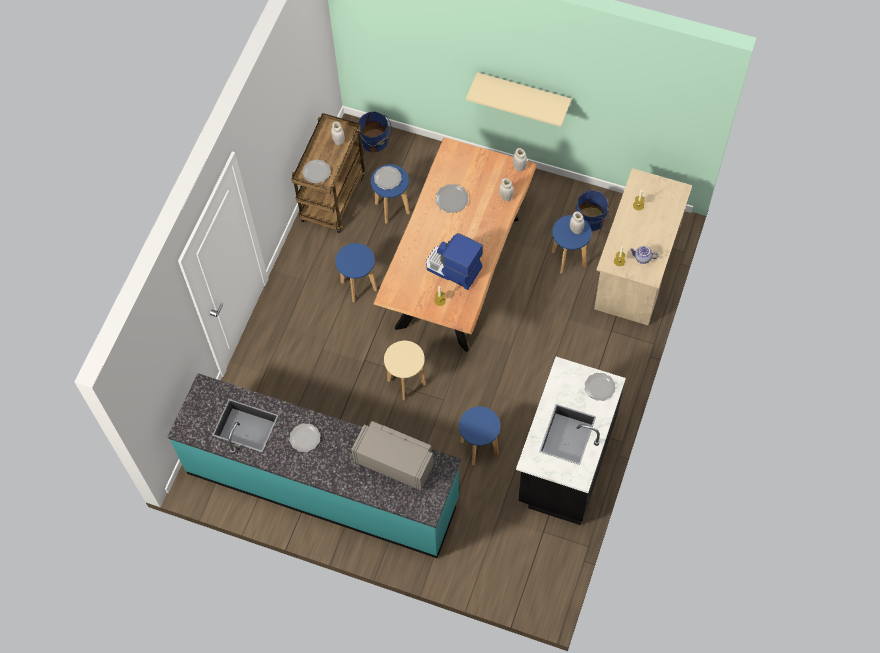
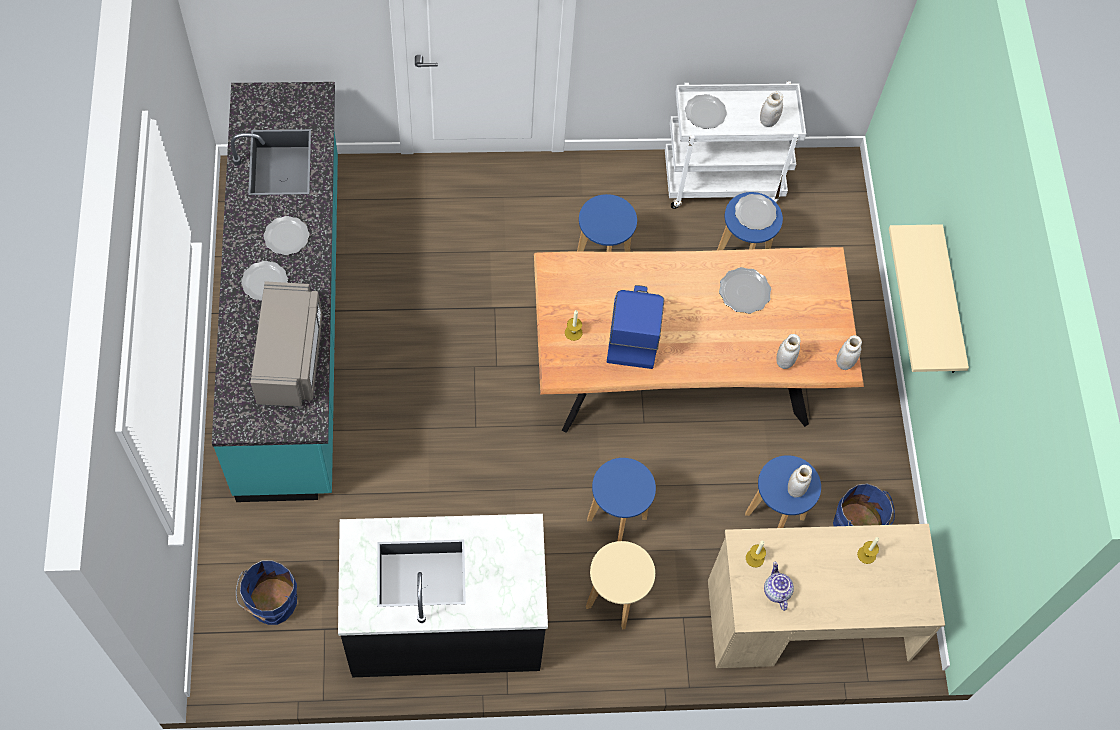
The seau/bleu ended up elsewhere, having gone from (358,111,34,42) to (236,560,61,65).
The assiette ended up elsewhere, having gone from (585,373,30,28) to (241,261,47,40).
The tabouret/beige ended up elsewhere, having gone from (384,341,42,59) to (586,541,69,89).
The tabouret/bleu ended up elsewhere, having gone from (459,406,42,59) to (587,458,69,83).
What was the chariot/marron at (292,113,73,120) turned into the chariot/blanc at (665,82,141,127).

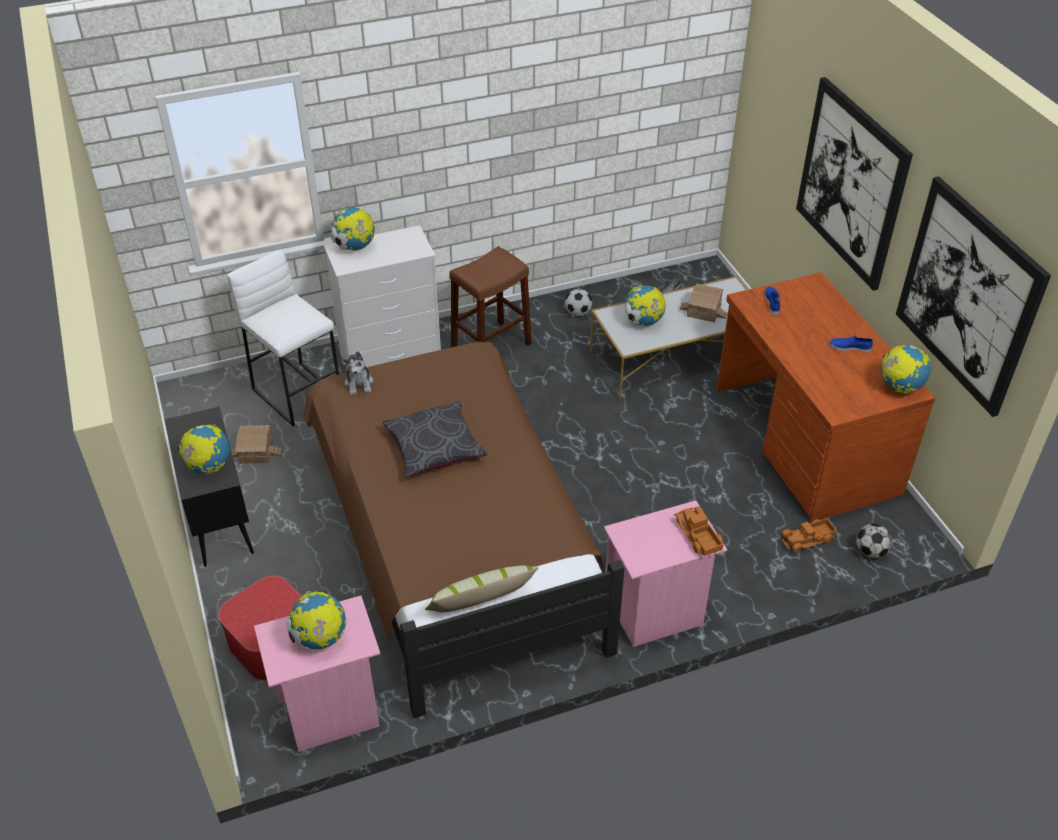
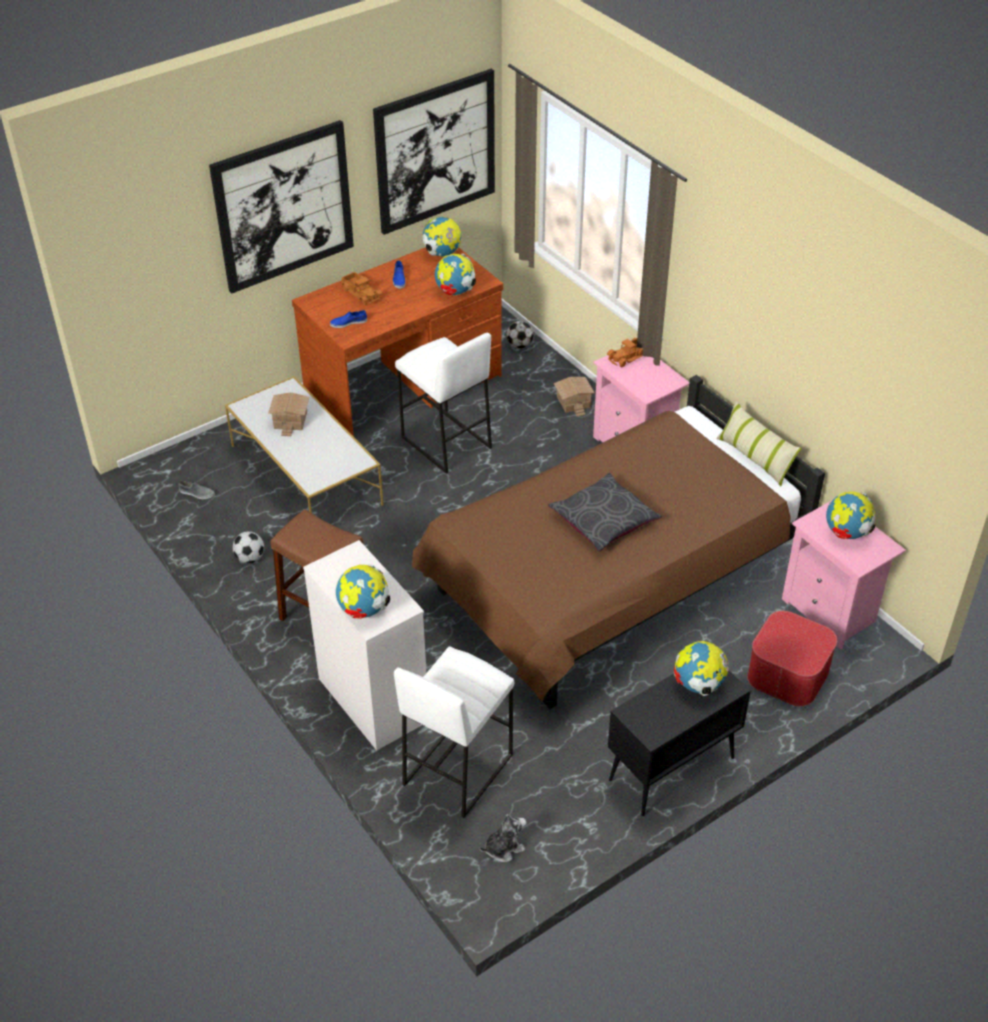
The camion jouet ended up elsewhere, having gone from (782,518,55,34) to (342,272,40,33).
The second view gained the tabouret/blanc at (395,332,97,142).
The globe ended up elsewhere, having gone from (625,286,41,40) to (435,253,41,42).
The peluche ended up elsewhere, having gone from (341,351,32,44) to (480,814,46,48).
The maison miniature ended up elsewhere, having gone from (231,425,51,39) to (554,377,41,40).

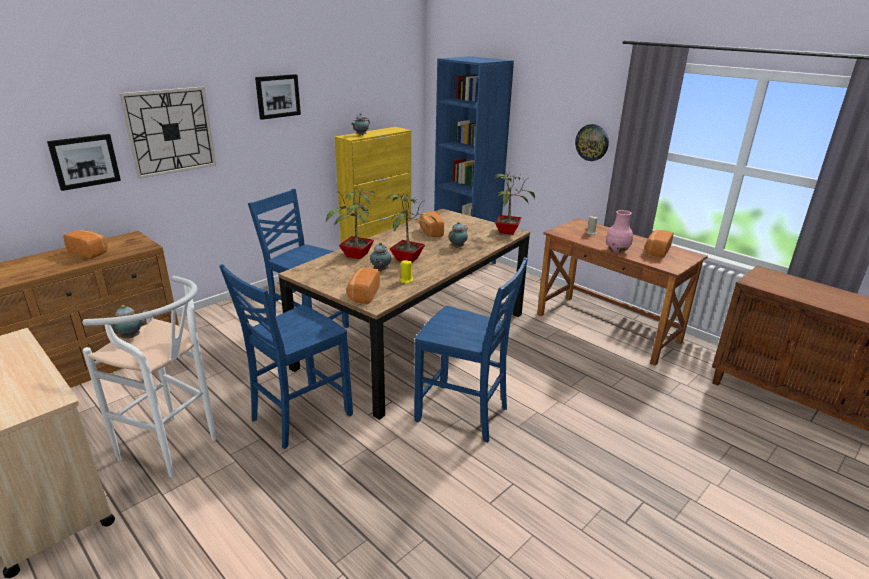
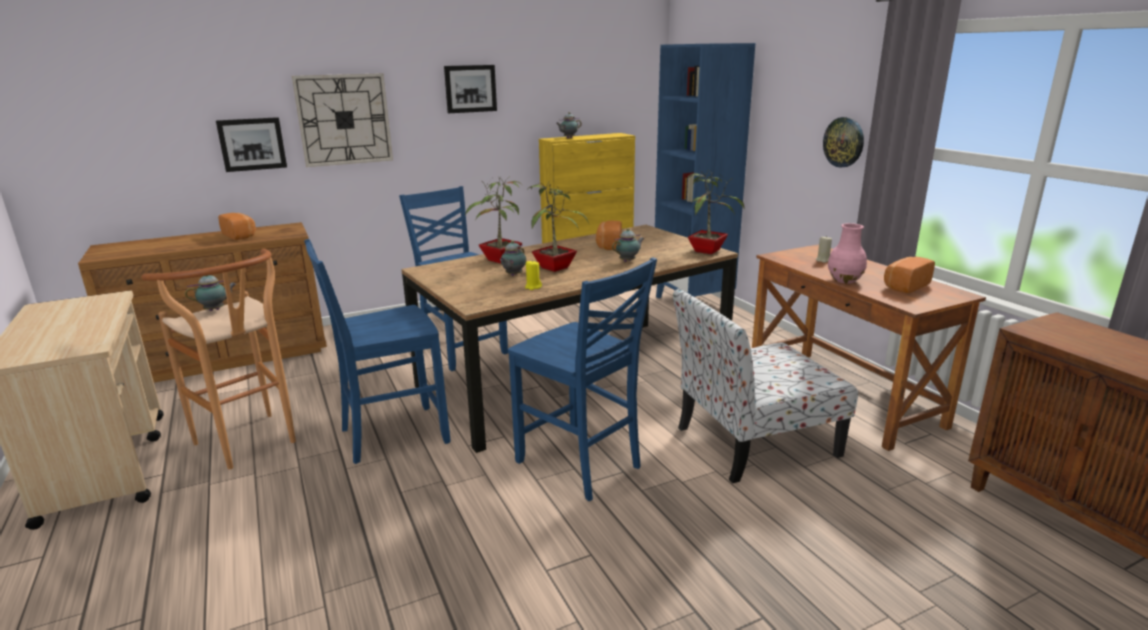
What was the tabouret/blanc at (82,276,134,201) turned into the tabouret/marron at (141,249,155,221).
The second view gained the chaise at (673,289,185,194).
The second view lost the pain at (347,268,33,36).

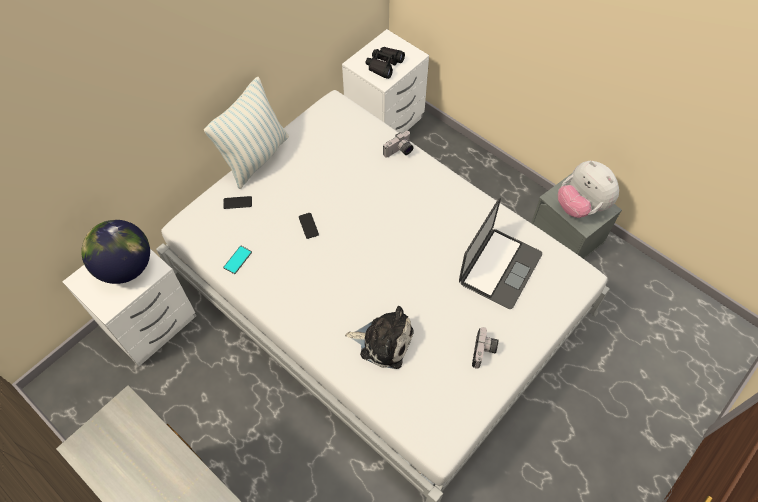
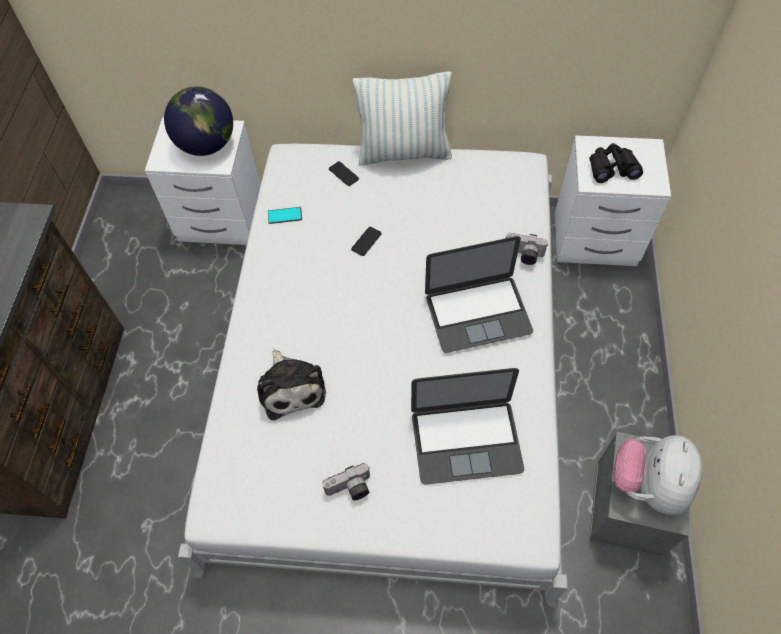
The second view gained the ordinateur portable at (425,236,108,117).

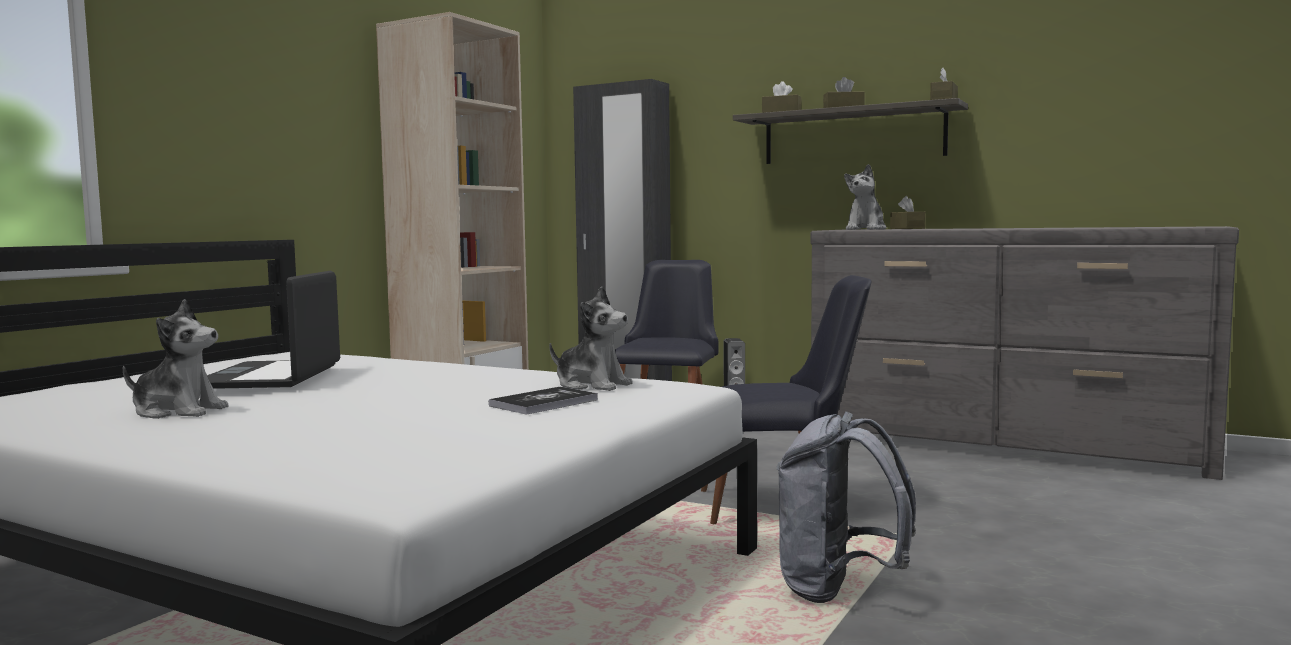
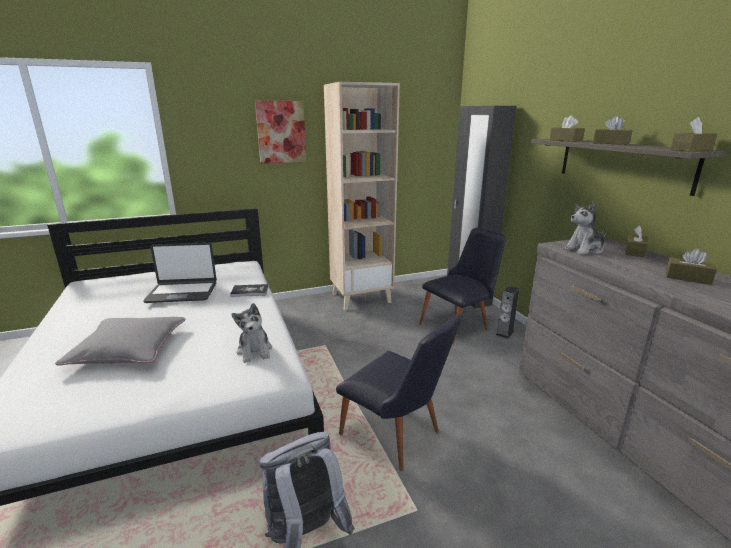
The second view gained the coussin/gris at (55,317,130,49).
The ordinateur portable at (207,271,133,118) ended up facing another way, 135 degrees counterclockwise from before.
The livre ended up elsewhere, having gone from (489,387,109,28) to (230,284,39,13).
The second view gained the tableau at (255,101,52,63).
The second view gained the boîte à mouchoirs/marron at (666,248,51,37).
The second view lost the peluche at (123,299,106,120).

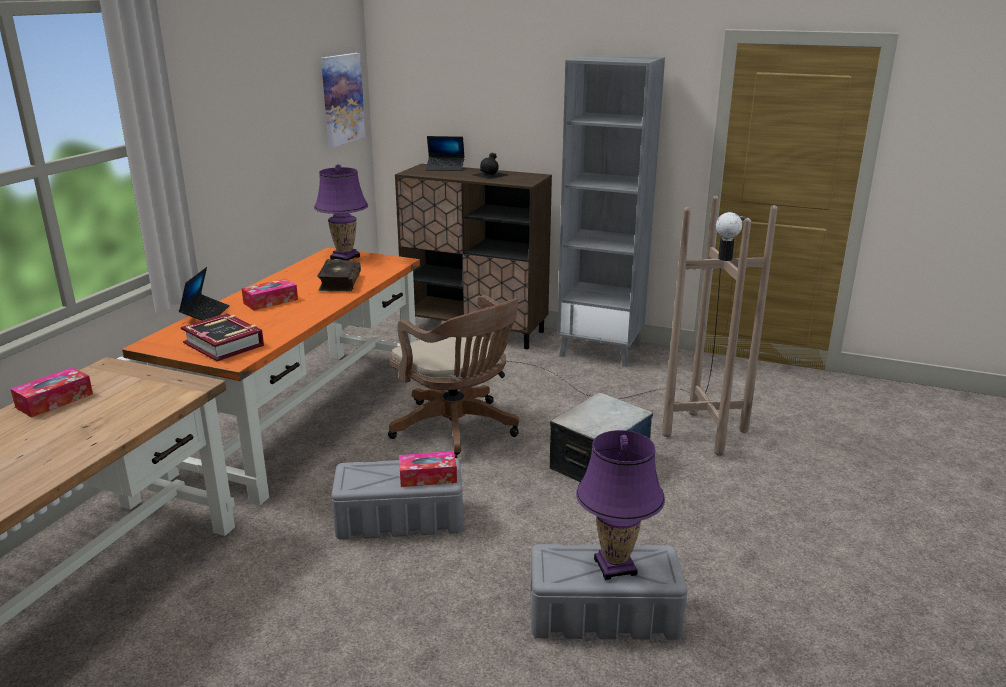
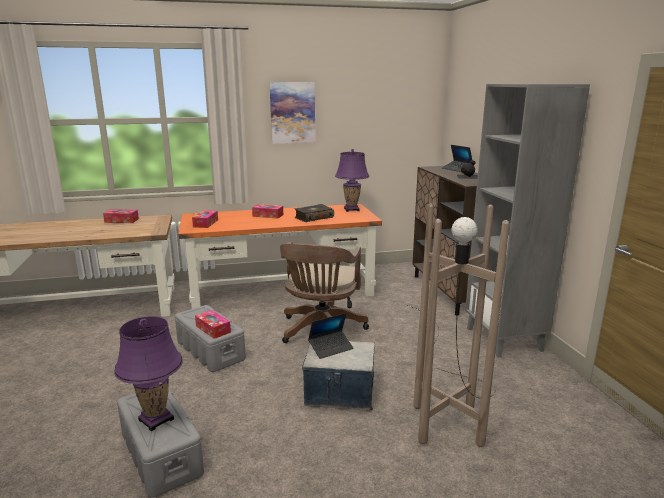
Where the livre stood at (181,313,83,49), the boîte à mouchoirs came to stand at (192,210,26,18).
The tableau ended up elsewhere, having gone from (321,53,45,94) to (270,82,45,62).
The ordinateur portable ended up elsewhere, having gone from (179,267,51,54) to (308,313,46,46).

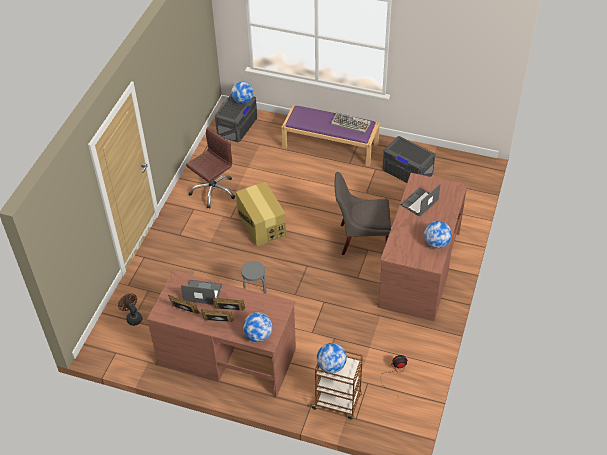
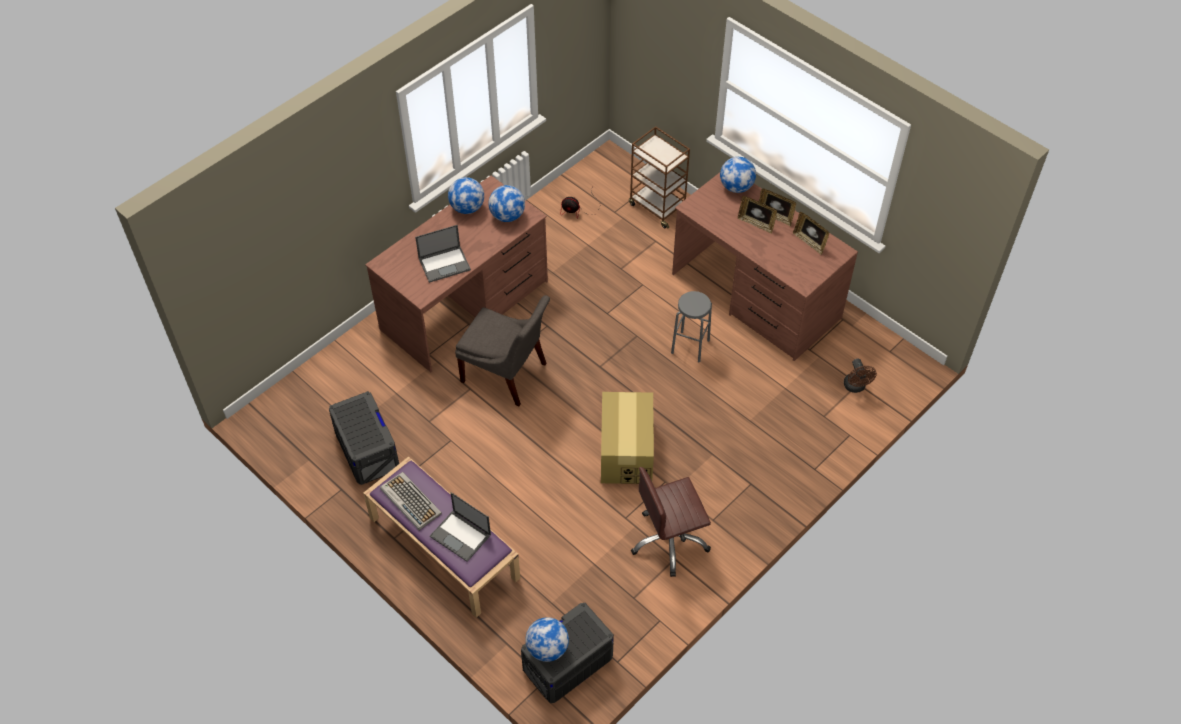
The ordinateur portable ended up elsewhere, having gone from (181,280,41,25) to (430,492,61,70).
The globe ended up elsewhere, having gone from (317,343,30,30) to (489,185,36,37).

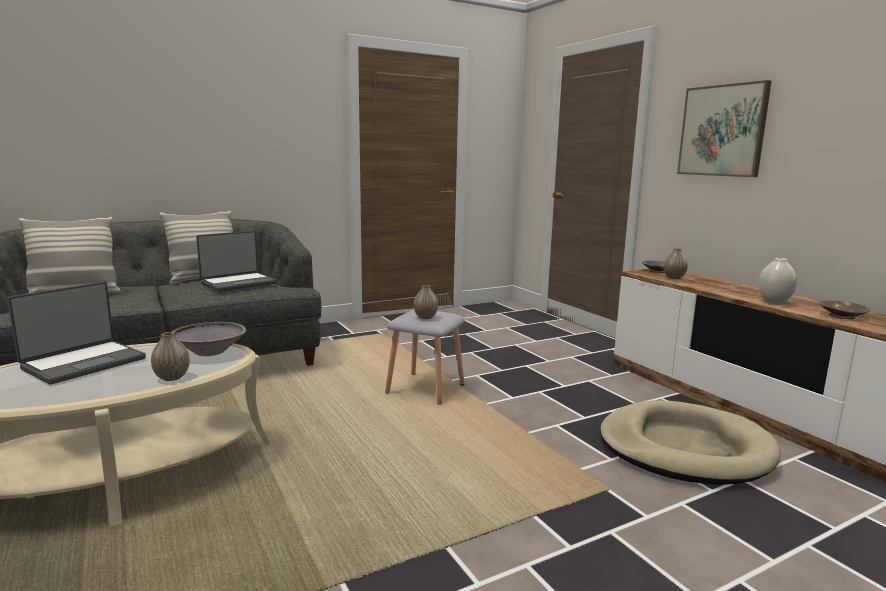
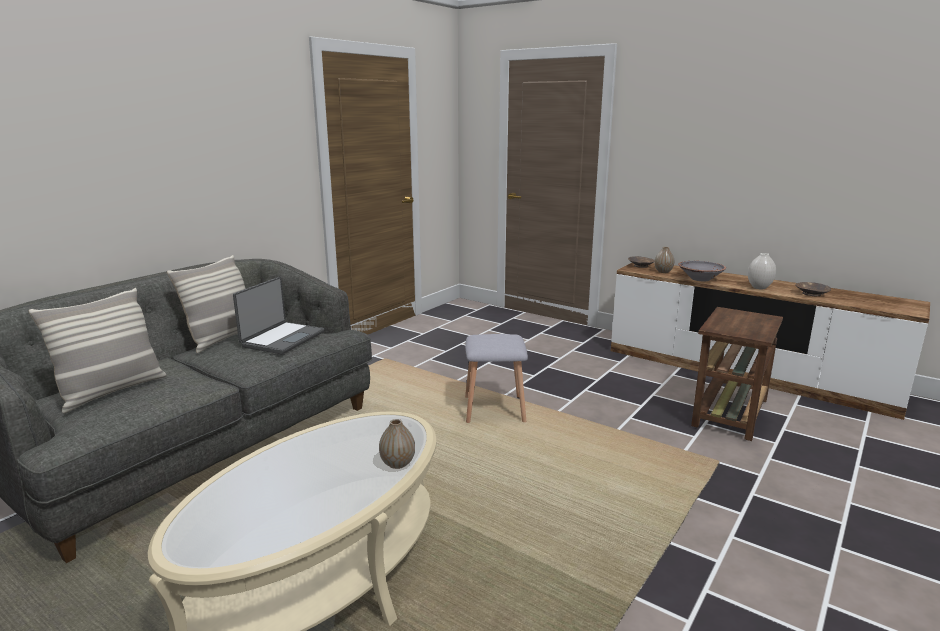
The bol/gris ended up elsewhere, having gone from (172,322,74,34) to (678,261,48,20).
Where the panier pour chien/beige stood at (600,400,181,85), the table d'appoint/marron came to stand at (691,307,92,134).
The second view lost the ordinateur portable at (7,282,139,103).
The second view lost the vase at (414,285,24,34).
The second view lost the tableau at (677,80,95,97).

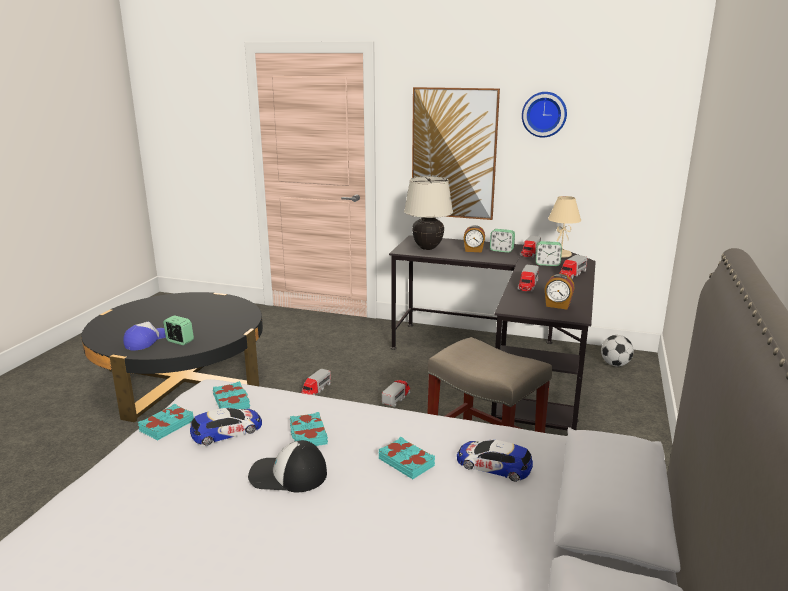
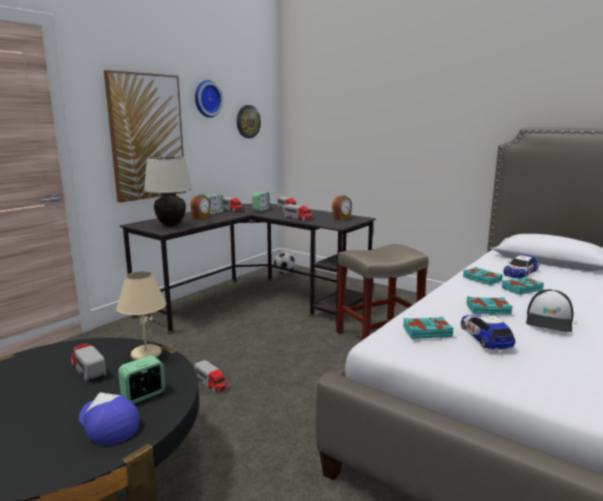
The camion jouet ended up elsewhere, having gone from (382,380,28,27) to (71,344,36,37).
The lampe de table/beige ended up elsewhere, having gone from (548,196,33,62) to (116,271,50,89).
The second view gained the horloge murale at (237,105,24,33).
The livre/turquoise ended up elsewhere, having gone from (138,404,56,36) to (463,267,40,18).

